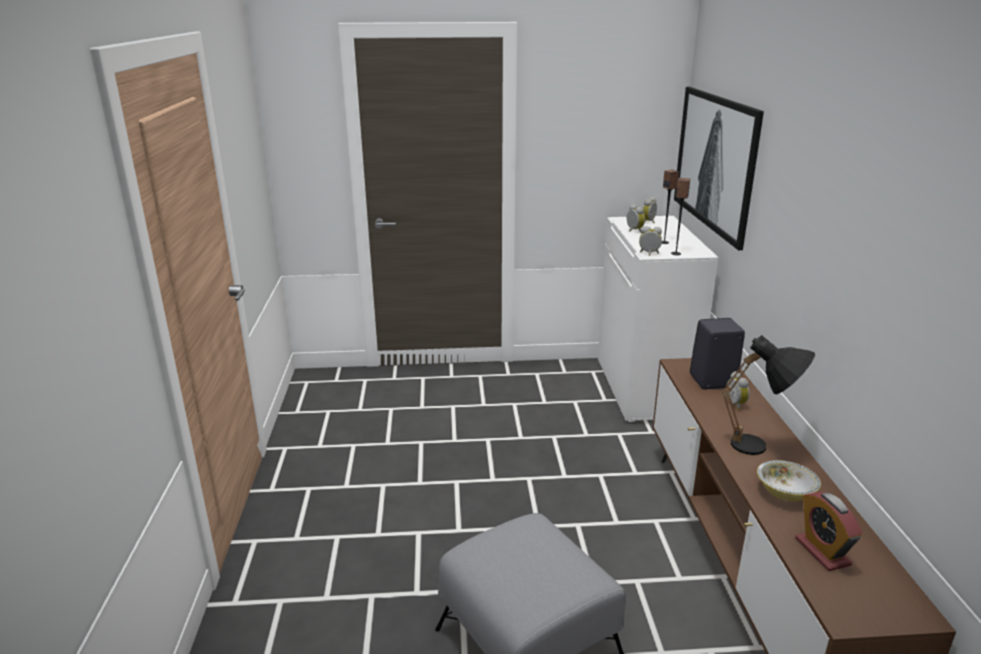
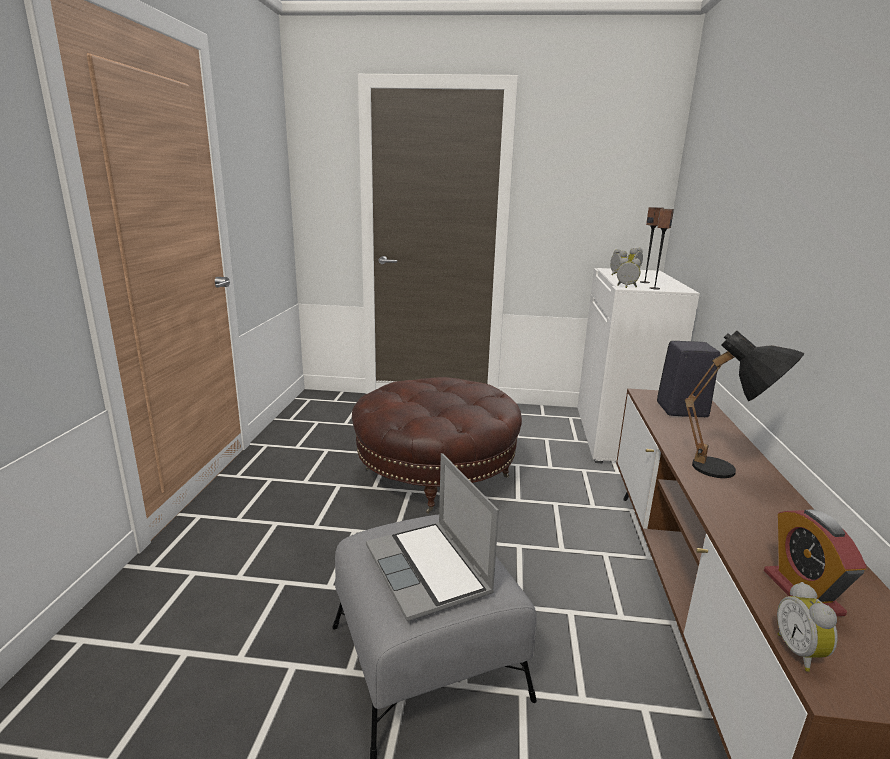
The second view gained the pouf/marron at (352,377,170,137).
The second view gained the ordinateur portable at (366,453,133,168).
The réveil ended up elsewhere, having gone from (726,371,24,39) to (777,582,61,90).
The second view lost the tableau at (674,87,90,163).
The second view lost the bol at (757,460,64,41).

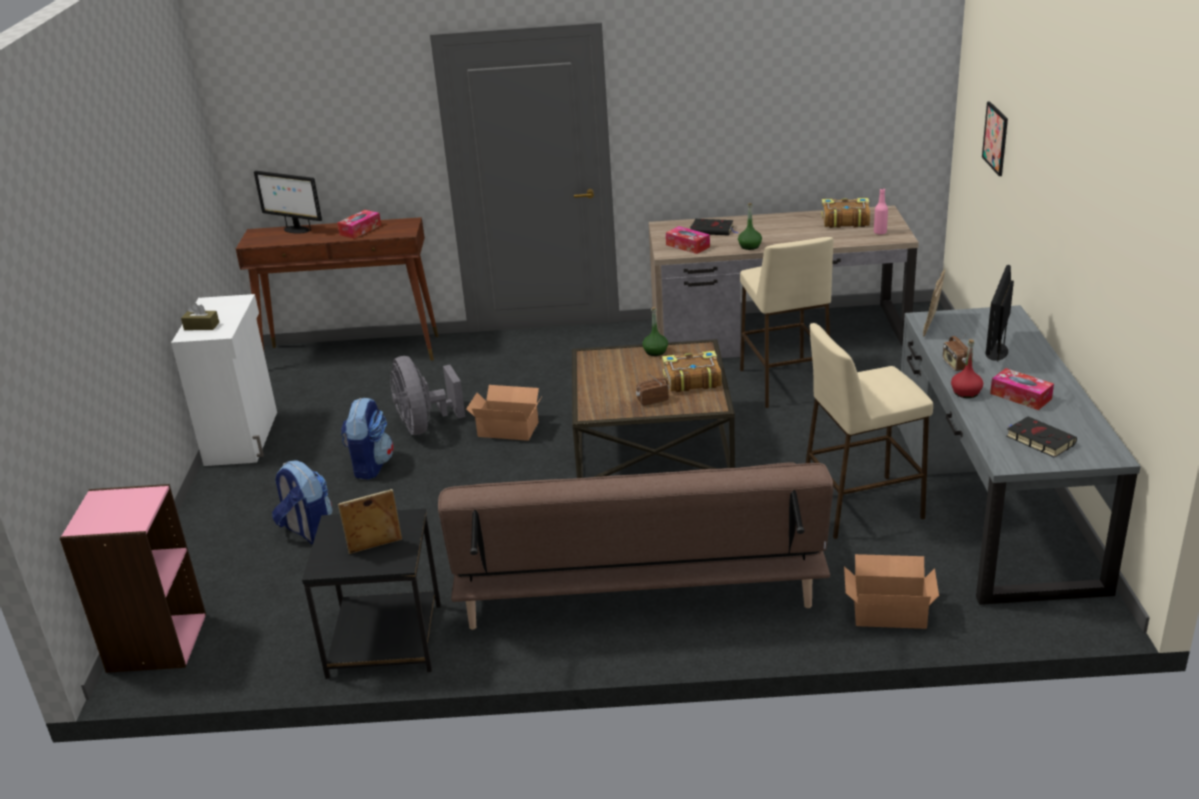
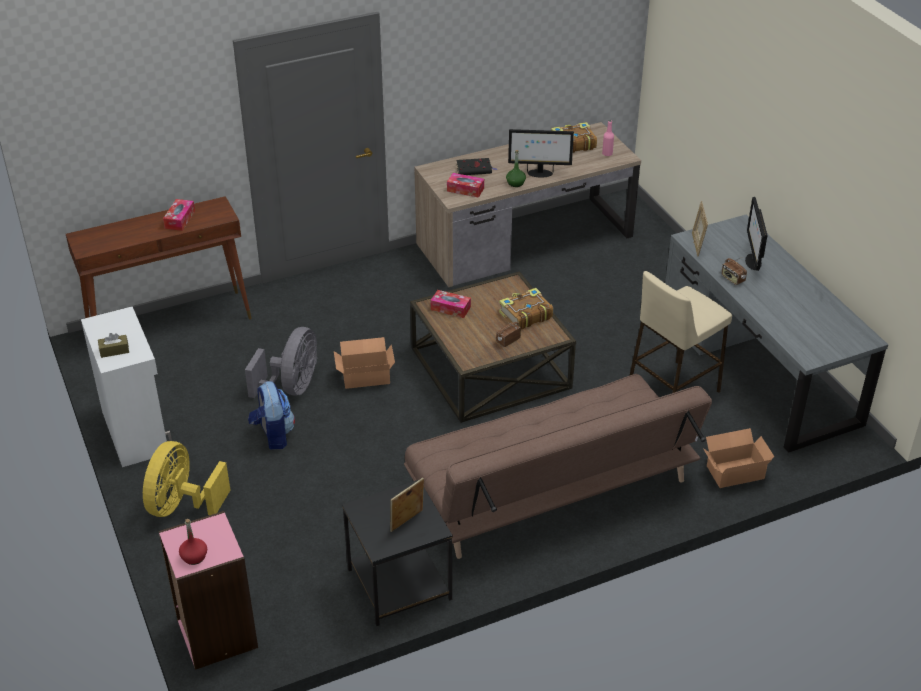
The second view gained the ventilateur/jaune at (143,441,87,76).
The bouteille/rouge ended up elsewhere, having gone from (951,339,32,59) to (179,519,28,46).
The ventilateur/gris at (390,356,75,79) ended up facing another way, 120 degrees counterclockwise from before.
The boîte à mouchoirs ended up elsewhere, having gone from (990,368,64,42) to (431,290,40,28).
The écran d'ordinateur ended up elsewhere, having gone from (254,171,68,63) to (508,129,66,48).
The second view lost the sac à dos at (272,460,60,85).
The second view lost the bouteille/vert at (642,307,26,49).
The second view lost the tabouret/beige at (740,237,94,171).
The second view lost the tableau at (982,101,26,75).
The second view lost the livre/noir at (1007,416,70,42).

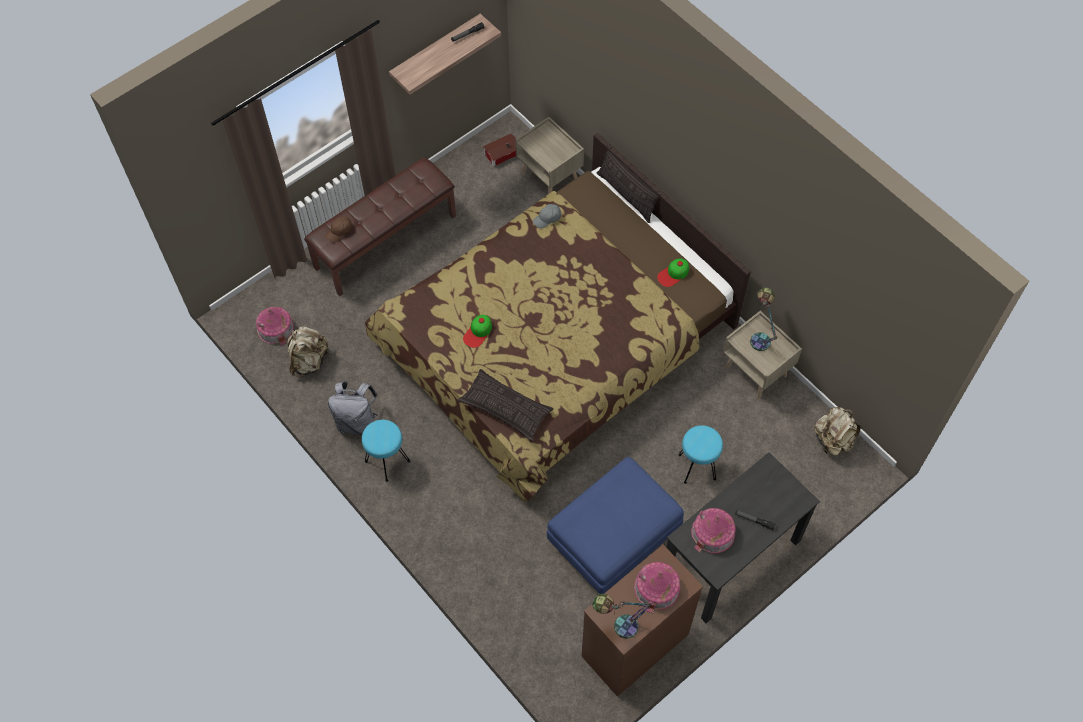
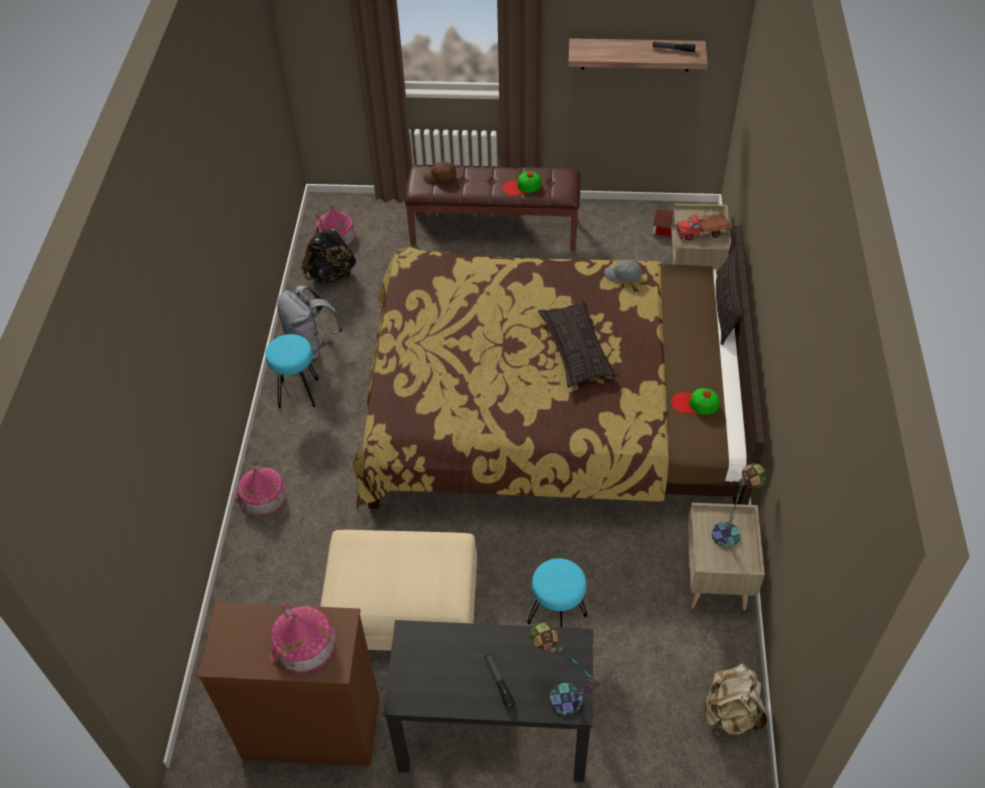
The maison miniature ended up elsewhere, having gone from (691,508,45,45) to (235,461,52,55).
What was the sac à dos/beige at (287,326,42,52) turned into the sac à dos/noir at (302,224,54,60).
What was the pouf/bleu at (547,457,137,137) turned into the pouf/beige at (320,530,157,121).
The casquette ended up elsewhere, having gone from (463,315,29,33) to (503,171,39,25).
The lampe de table ended up elsewhere, having gone from (592,594,60,44) to (529,623,73,92).
The coussin ended up elsewhere, having gone from (457,369,97,72) to (538,301,79,87).
The second view gained the camion jouet at (675,212,55,28).

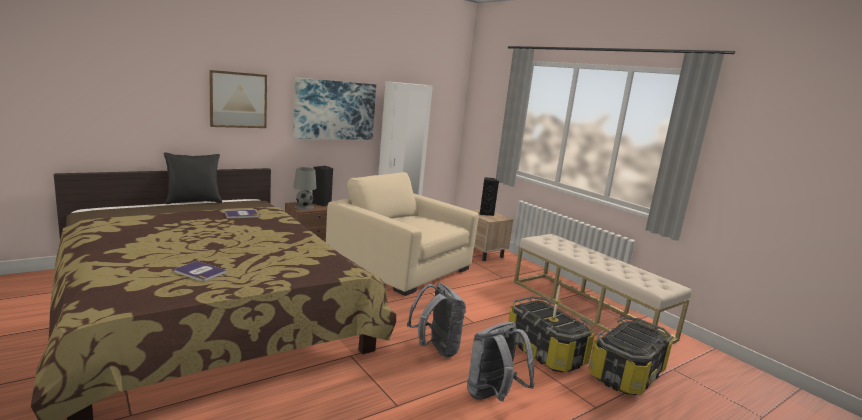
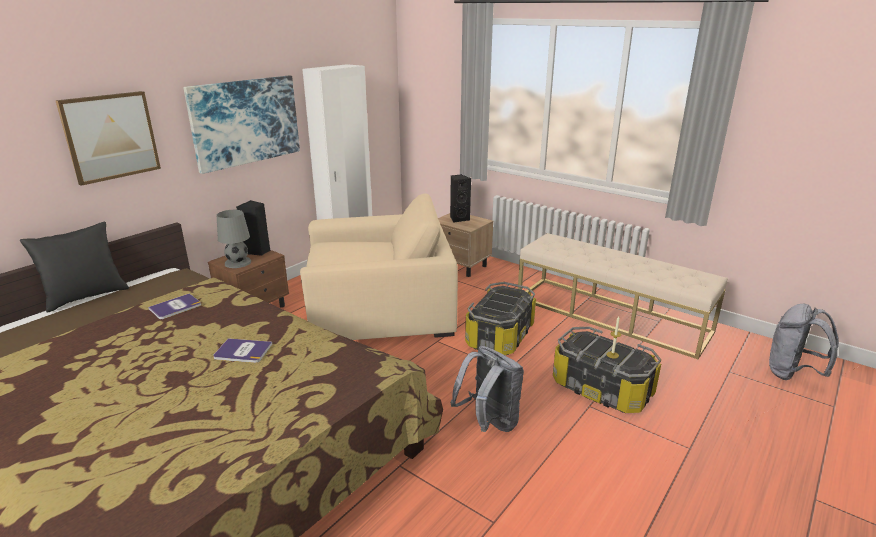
The livre ended up elsewhere, having gone from (174,261,52,21) to (213,338,59,25).
The fauteuil/beige at (326,172,153,124) ended up facing another way, 150 degrees clockwise from before.
The boîte de rangement ended up elsewhere, having gone from (588,317,85,78) to (465,282,71,73).
The sac à dos/gris ended up elsewhere, having gone from (467,322,68,79) to (769,304,70,76).

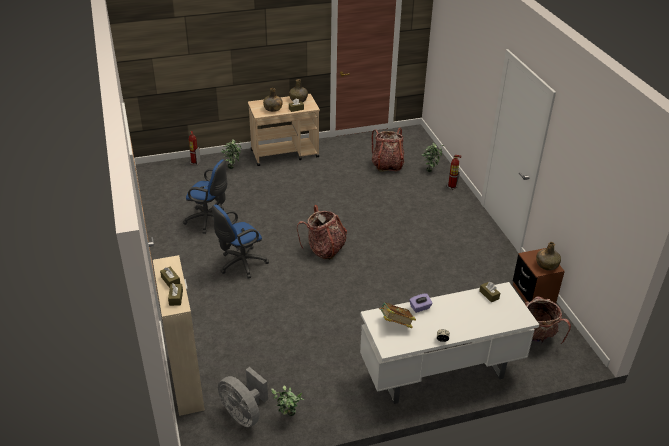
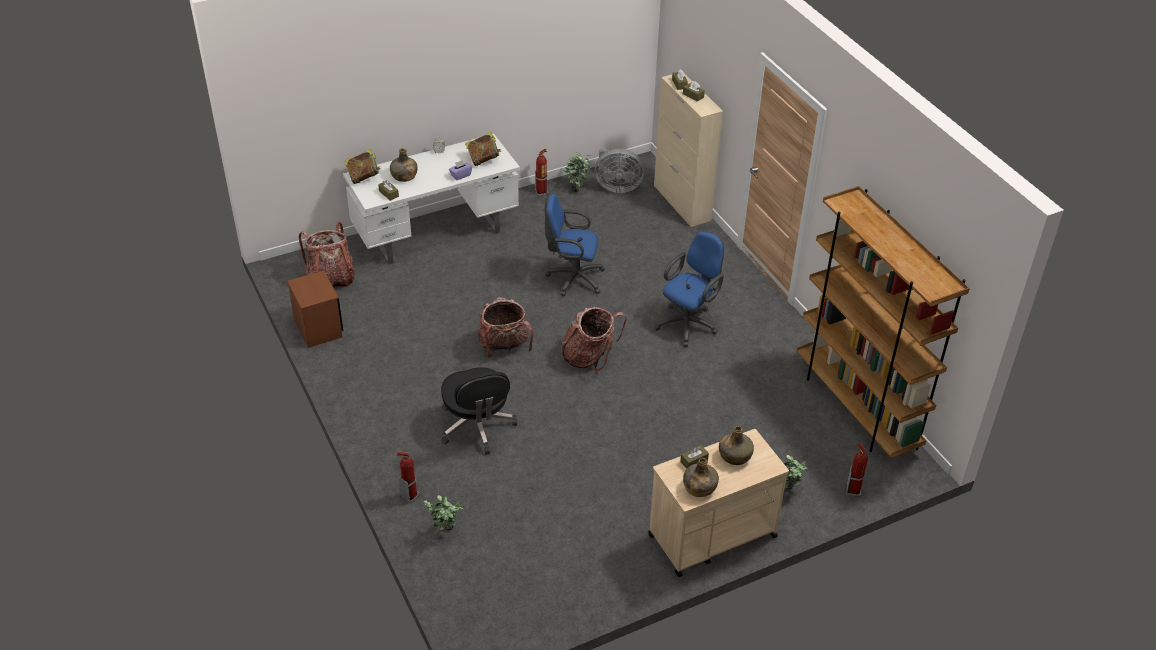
The second view gained the livre at (344,149,36,35).
The bouteille/vert ended up elsewhere, having gone from (536,242,25,28) to (390,148,28,34).
The second view gained the chaise de bureau/noir at (441,367,77,88).
The sac à dos ended up elsewhere, having gone from (372,127,33,45) to (478,297,55,60).
The second view gained the extincteur at (535,149,13,47).
The chaise de bureau/bleu ended up elsewhere, having gone from (183,159,44,75) to (545,194,60,102).
The ventilateur/gris at (218,367,50,60) ended up facing another way, 150 degrees clockwise from before.
The second view gained the bibliothèque/marron at (797,186,173,272).

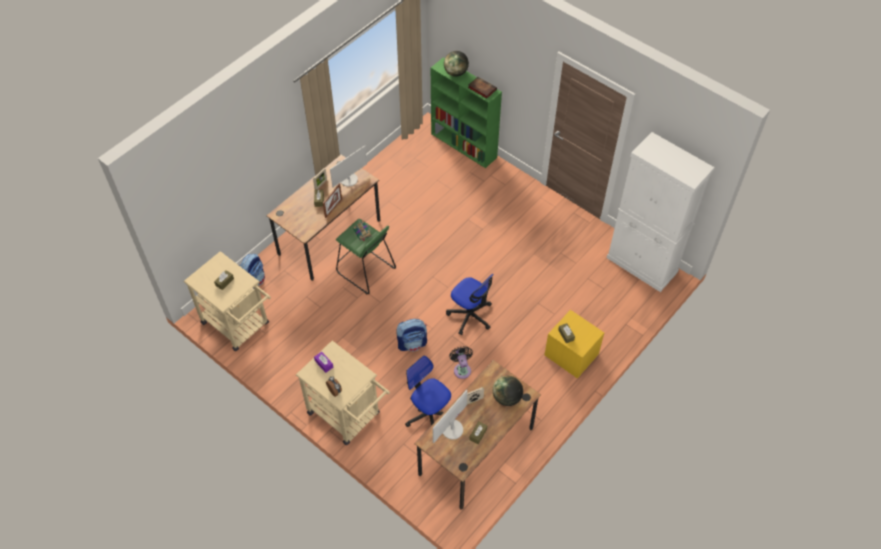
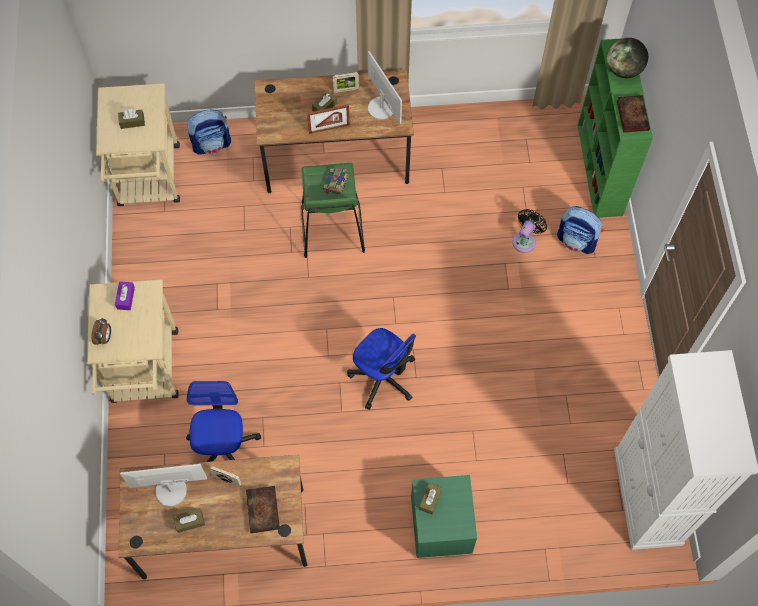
Where the globe stood at (493,376,30,30), the livre came to stand at (246,486,34,47).
The chaise de bureau at (446,274,48,61) ended up facing another way, 45 degrees counterclockwise from before.
The écran d'ordinateur at (330,145,37,42) ended up facing another way, 120 degrees counterclockwise from before.
What was the table de chevet/jaune at (544,310,60,68) turned into the table de chevet/vert at (411,475,66,83).
The ventilateur/noir ended up elsewhere, having gone from (450,346,23,33) to (512,209,35,44).
The sac à dos ended up elsewhere, having gone from (396,319,31,32) to (557,206,47,48).

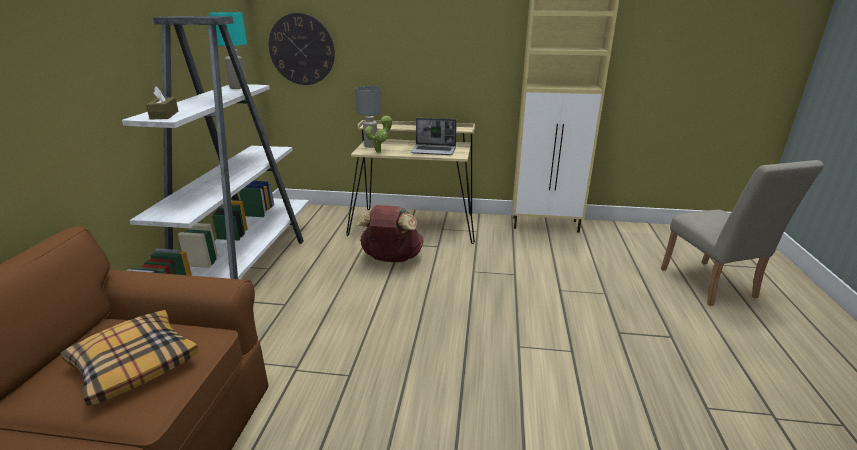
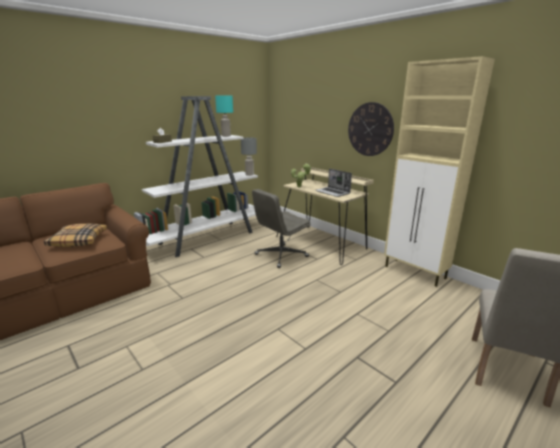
The lampe de table/gris ended up elsewhere, having gone from (355,86,27,62) to (241,138,16,38).
Where the sac à dos/marron stood at (356,205,68,57), the chaise de bureau/gris came to stand at (252,189,59,79).
The horloge murale ended up elsewhere, having gone from (269,13,66,72) to (348,102,46,54).

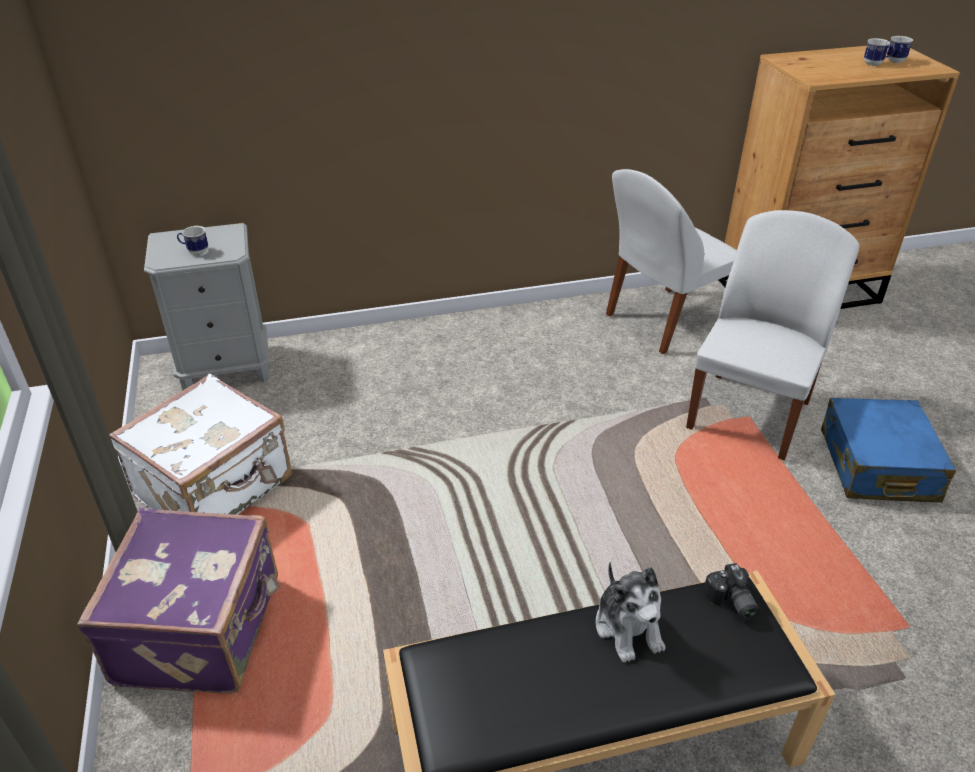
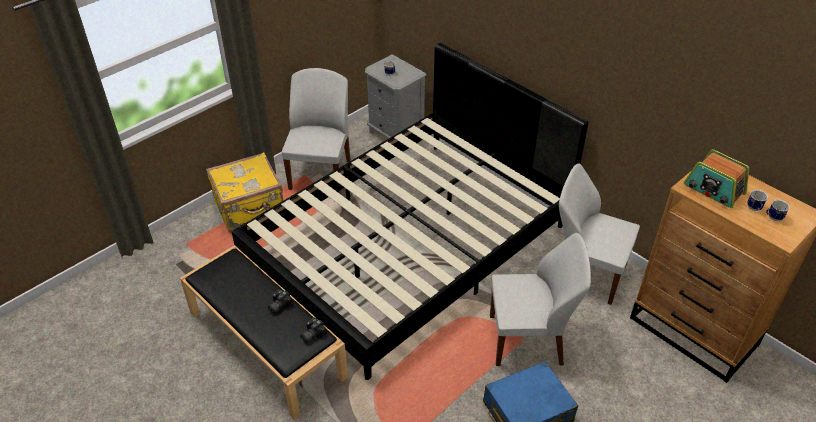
What was the valise/violet at (77,508,203,186) turned into the valise/jaune at (206,152,78,81).
The second view gained the lit/noir at (232,43,357,337).
Where the peluche stood at (595,562,70,101), the appareil photo came to stand at (268,289,25,25).
Where the valise/blanc stood at (109,374,183,141), the chaise/blanc came to stand at (282,68,69,126).
The second view gained the radio at (684,149,65,59).

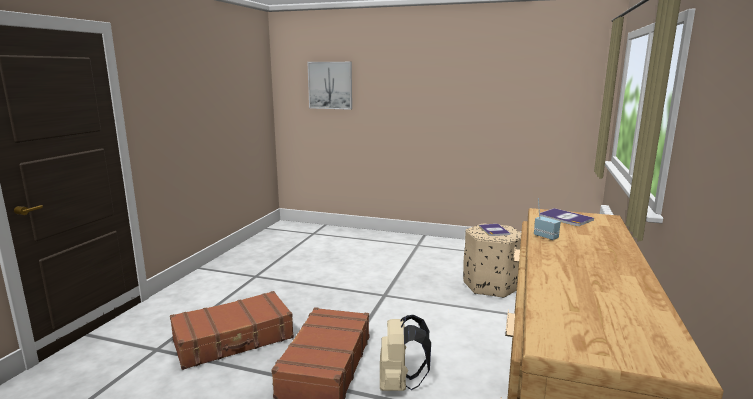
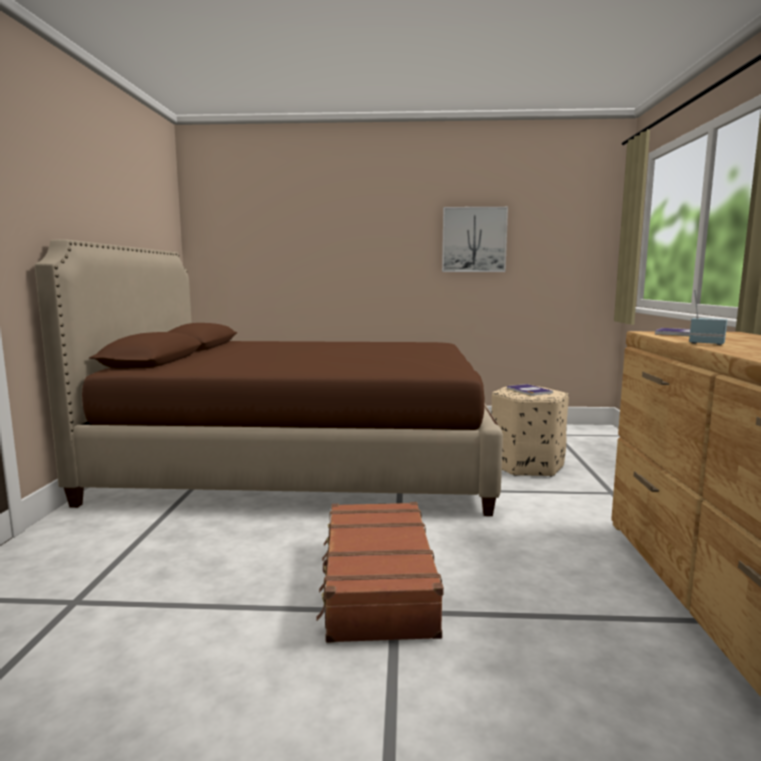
The second view gained the lit/marron at (35,239,468,277).
The tableau ended up elsewhere, having gone from (307,62,45,48) to (442,207,66,65).
The second view lost the valise/marron at (170,291,124,79).
The second view lost the sac à dos/beige at (380,315,51,76).

